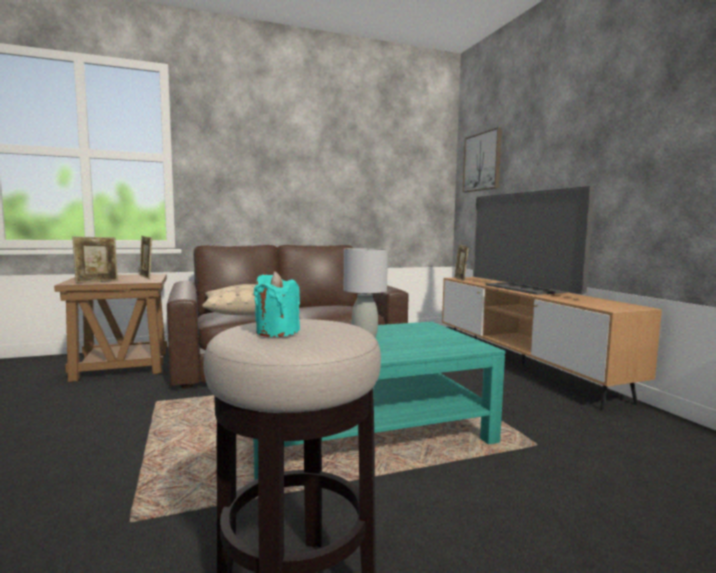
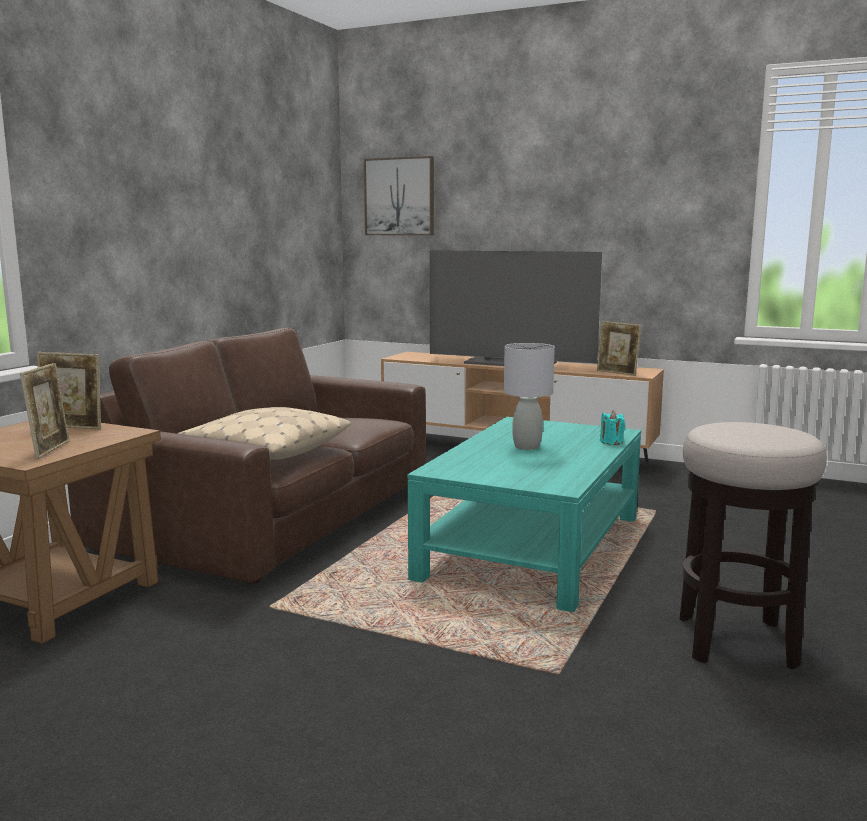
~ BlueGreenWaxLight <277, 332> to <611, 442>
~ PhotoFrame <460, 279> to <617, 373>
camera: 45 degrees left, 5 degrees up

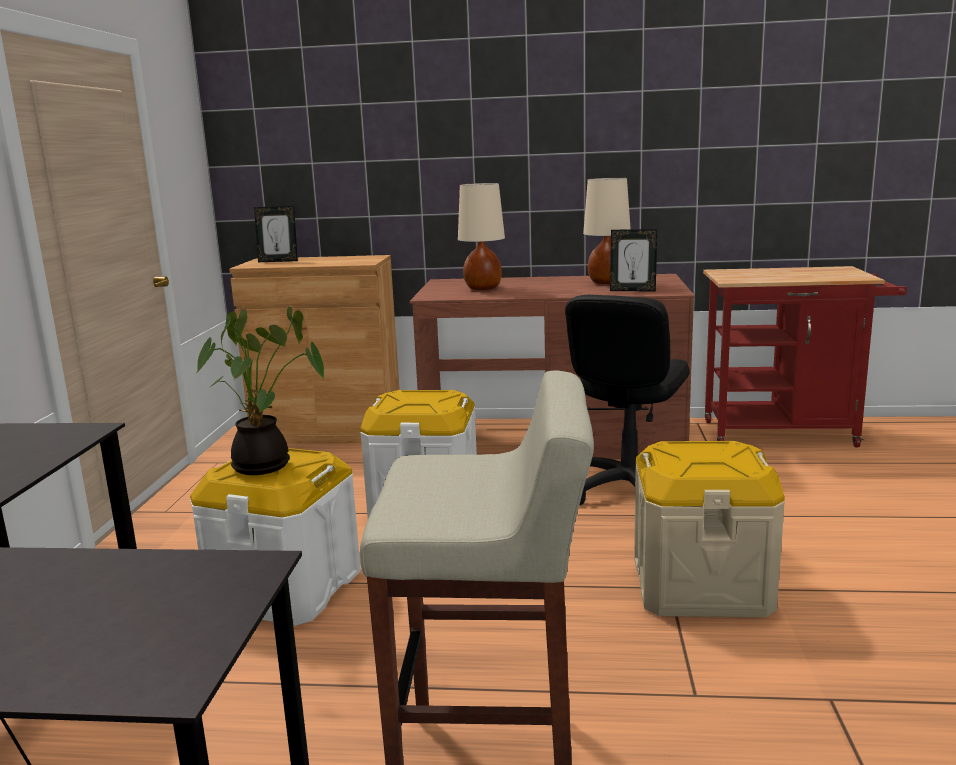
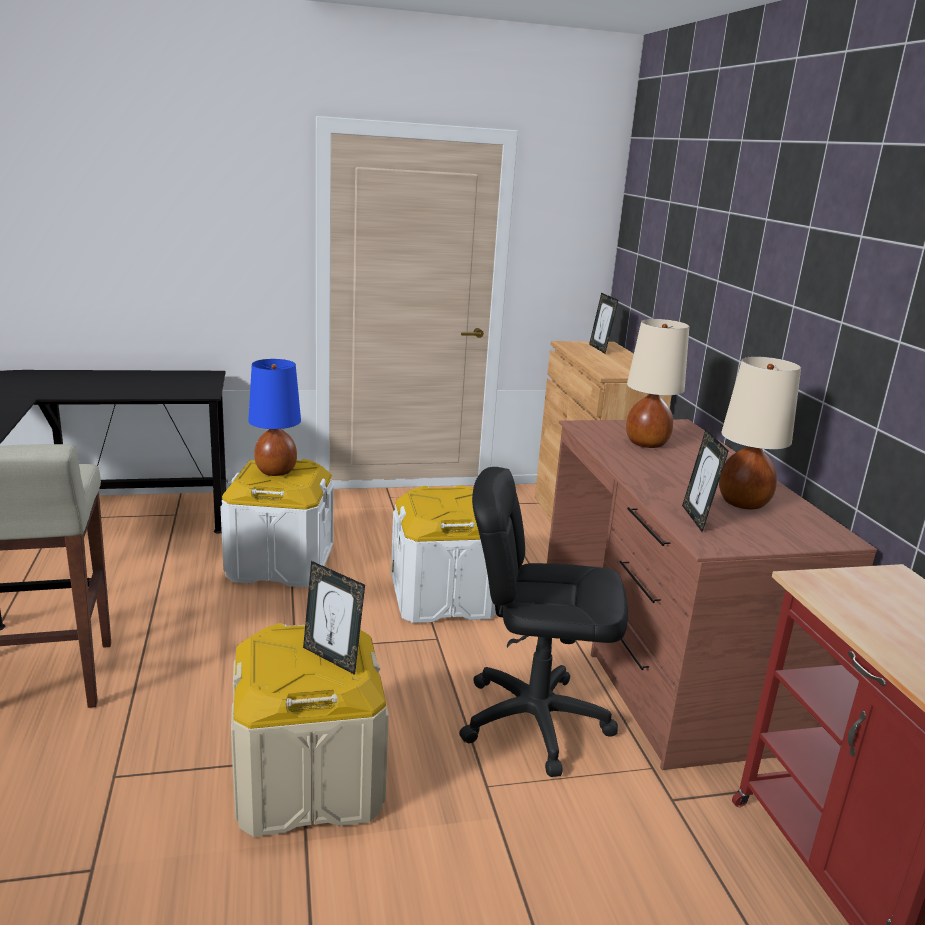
~ PlantInAPot <267, 466> to BluishTabletopLamp <276, 471>
+ PhotoFrame <332, 658>
camera: 70 degrees right, 5 degrees up

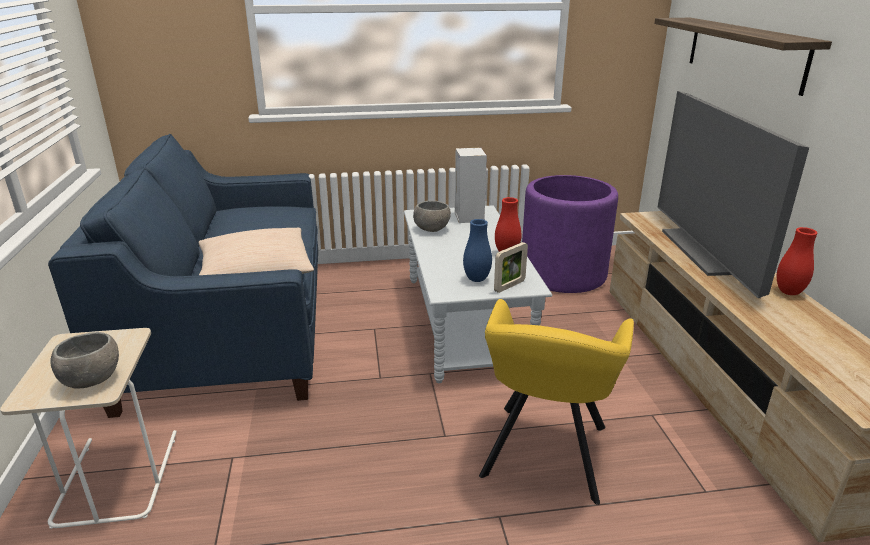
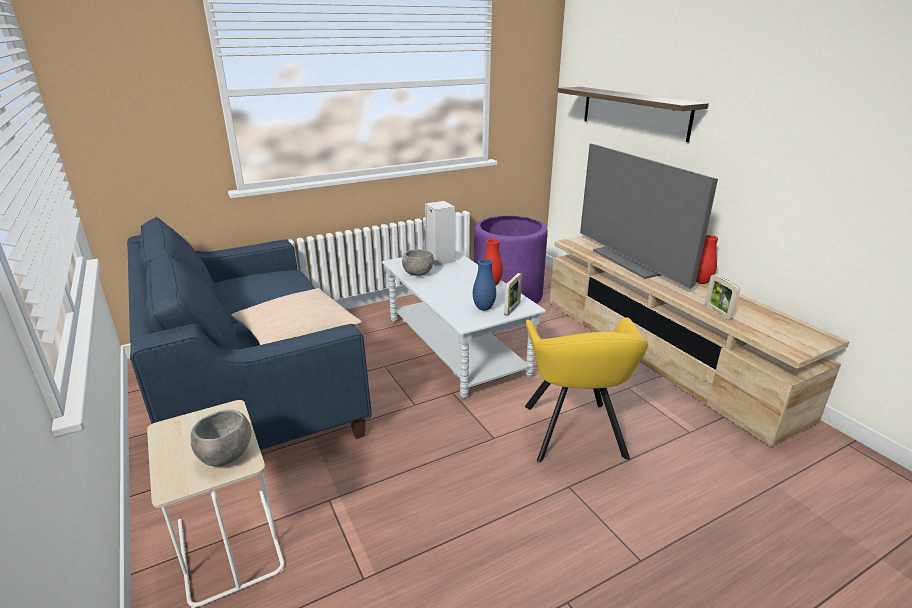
+ PhotoFrame <717, 312>
camera: 20 degrees left, 0 degrees up

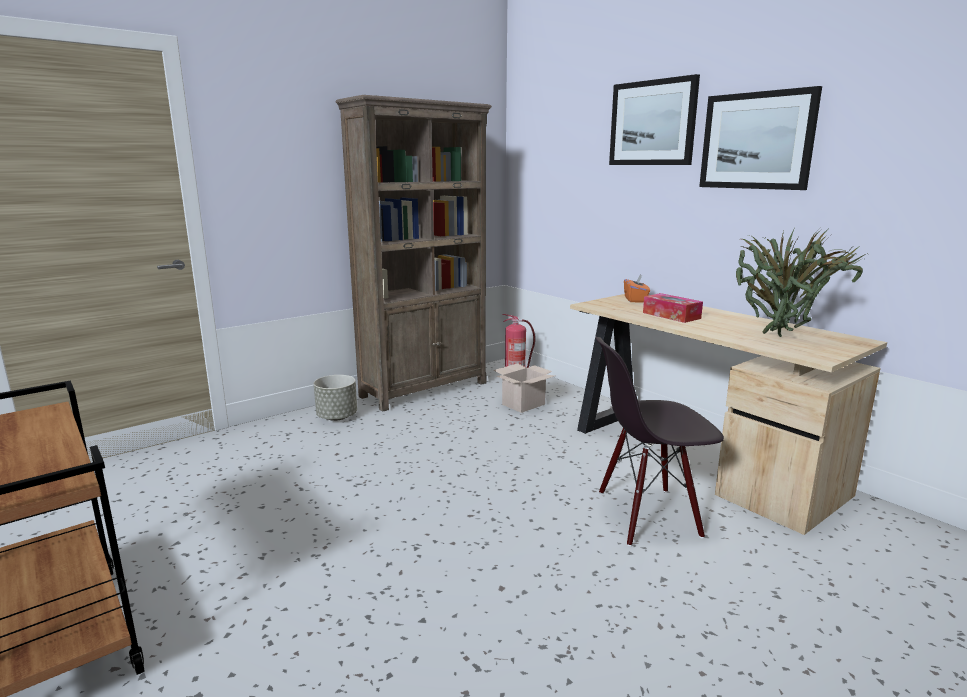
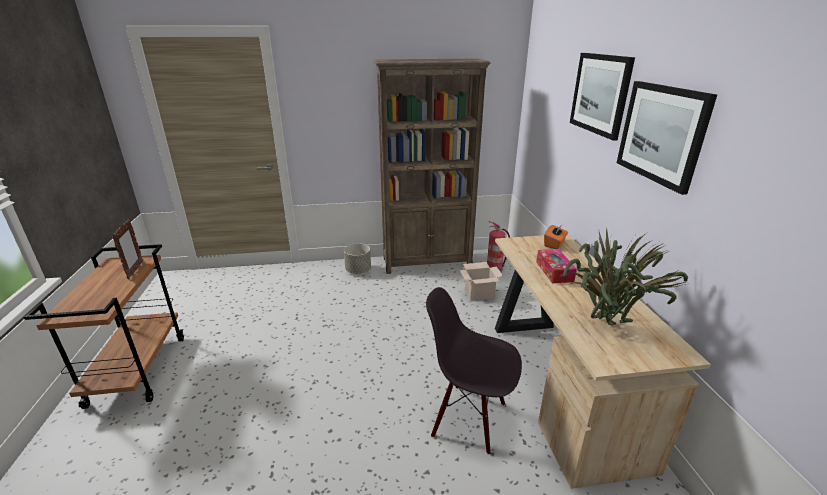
+ PhotoFrame <135, 270>
camera: 30 degrees right, 10 degrees up

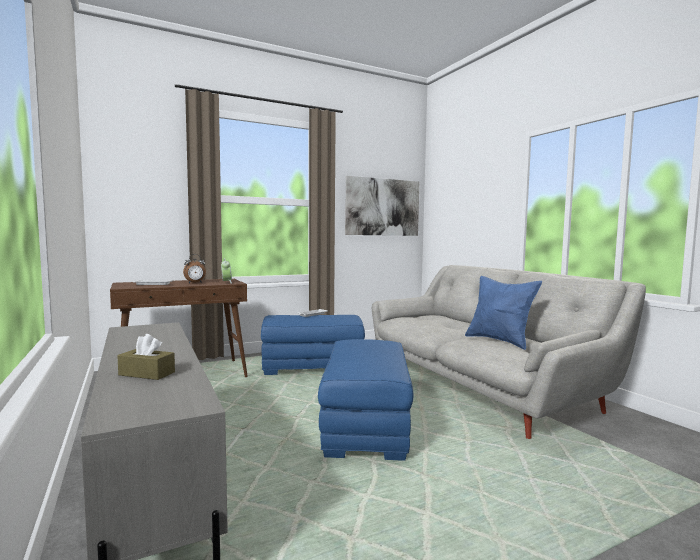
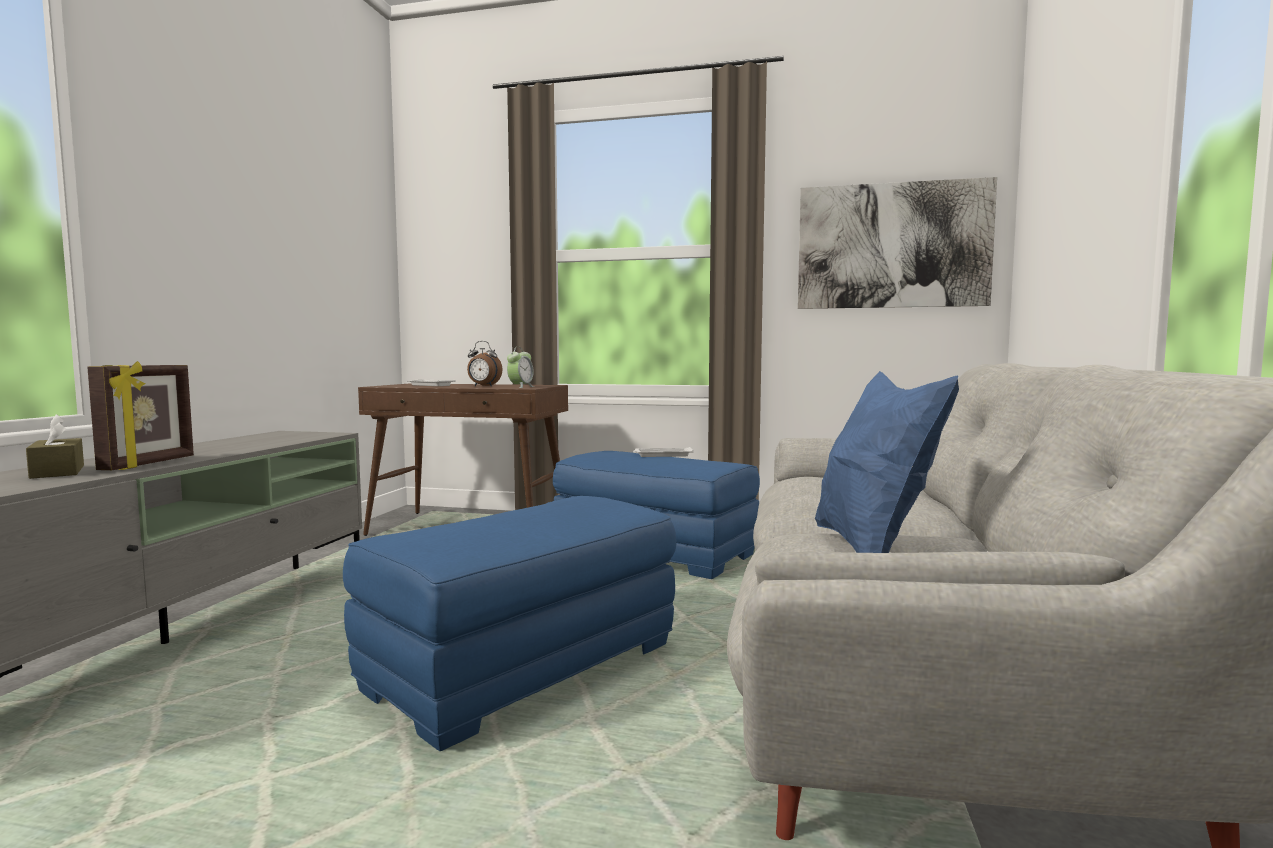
+ PhotoFrame <149, 464>
camera: 40 degrees right, 0 degrees up

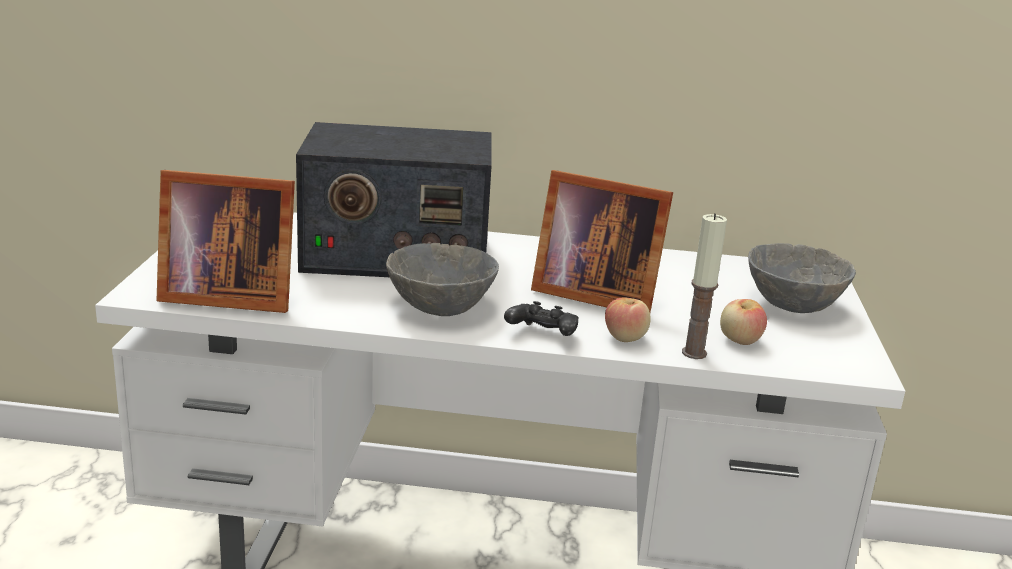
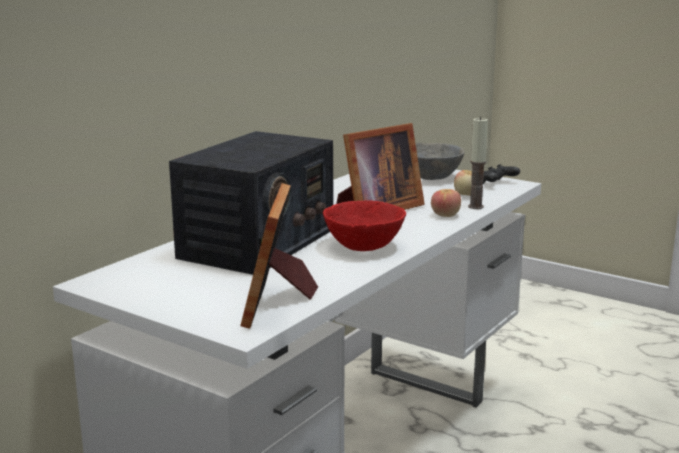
~ PhotoFrame <225, 295> = <278, 303> 150 degrees clockwise
~ GreyishServingBowl <441, 307> to ReddishServingBowl <363, 246>
~ BlackishJoypad <542, 335> to <497, 184>
camera: 60 degrees left, 5 degrees down

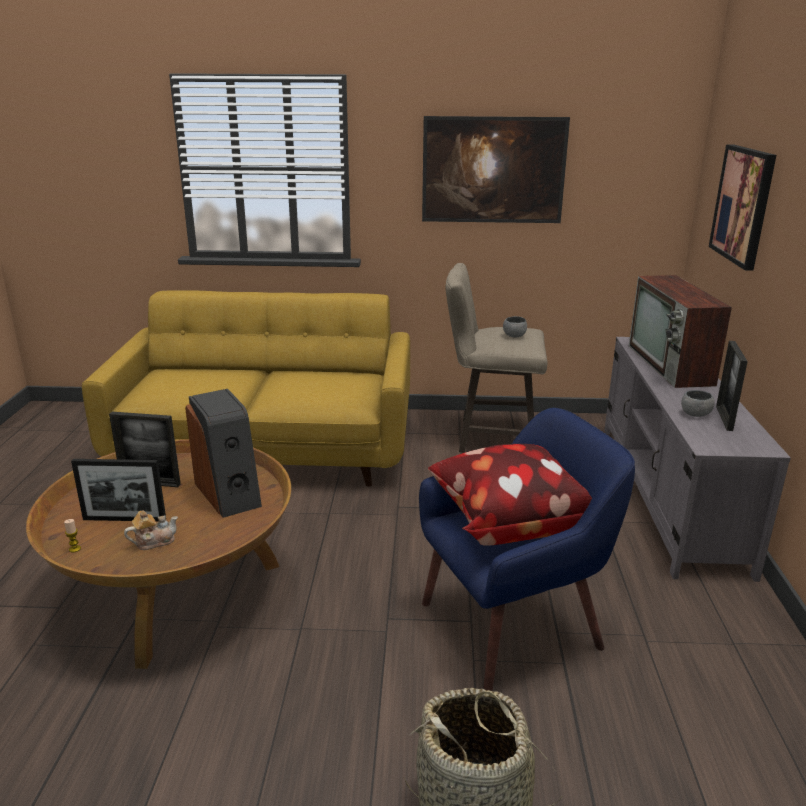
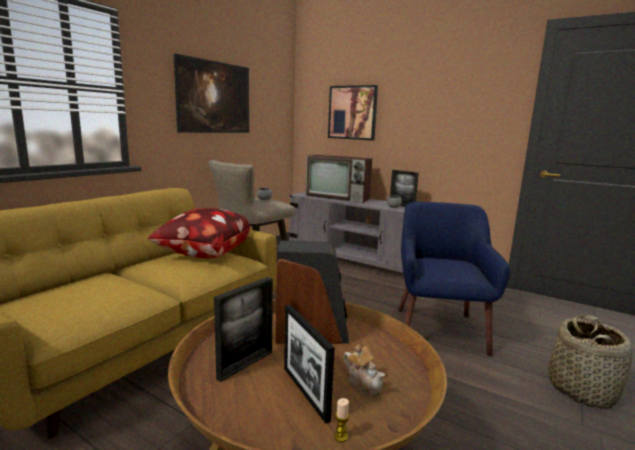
~ PhotoFrame <124, 519> = <305, 392> 120 degrees clockwise
~ TeaPot <154, 541> = <363, 383> 135 degrees clockwise
~ Cushion <507, 523> to <203, 254>
camera: 60 degrees left, 10 degrees down

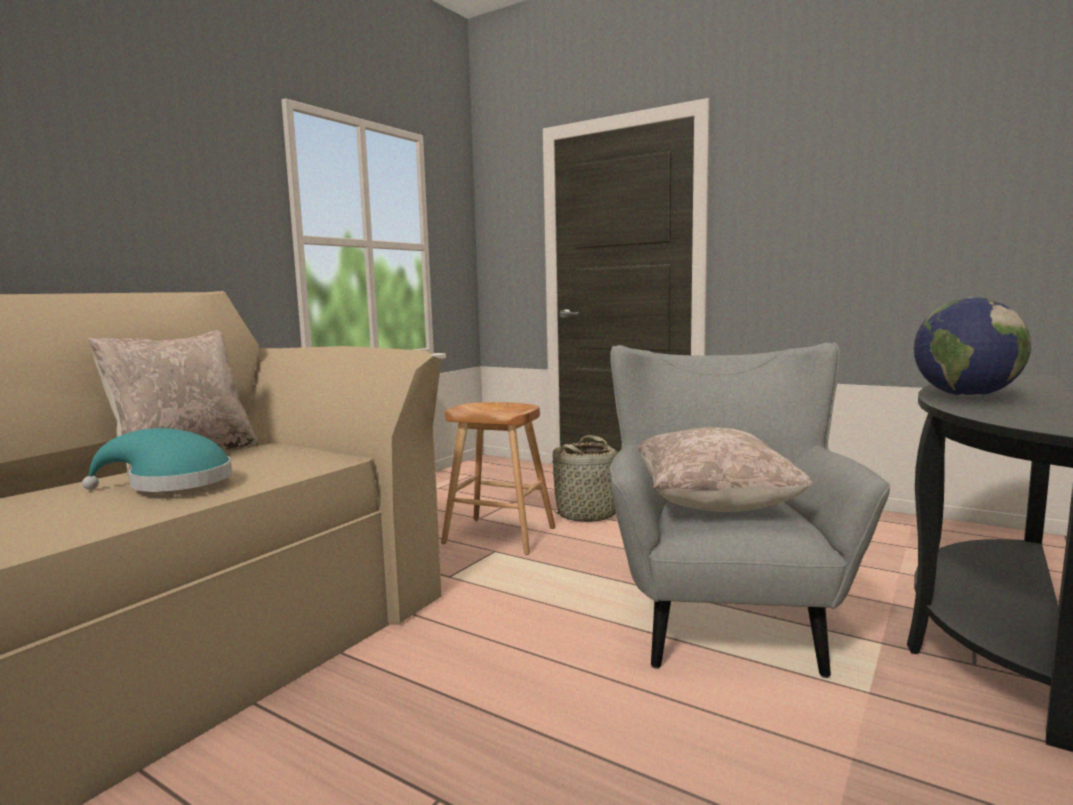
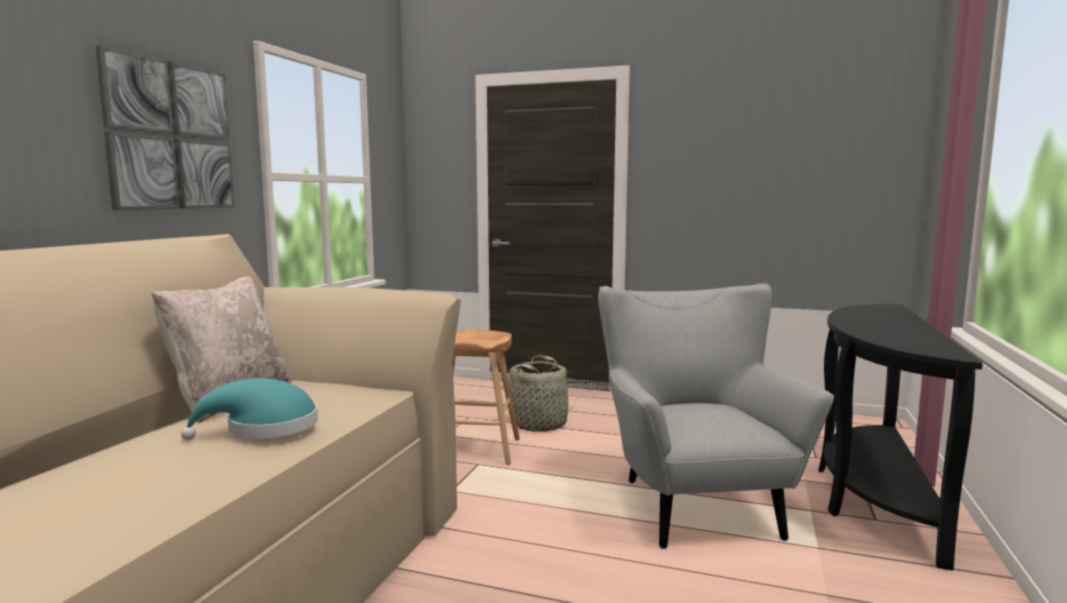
- SandColouredCushion <714, 505>
- WorldGlobe <965, 395>
+ WallPicture <170, 136>
camera: 15 degrees left, 0 degrees up

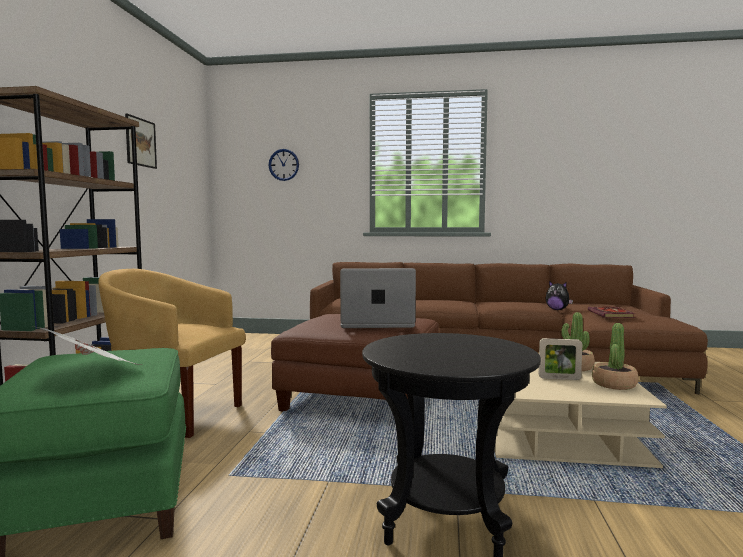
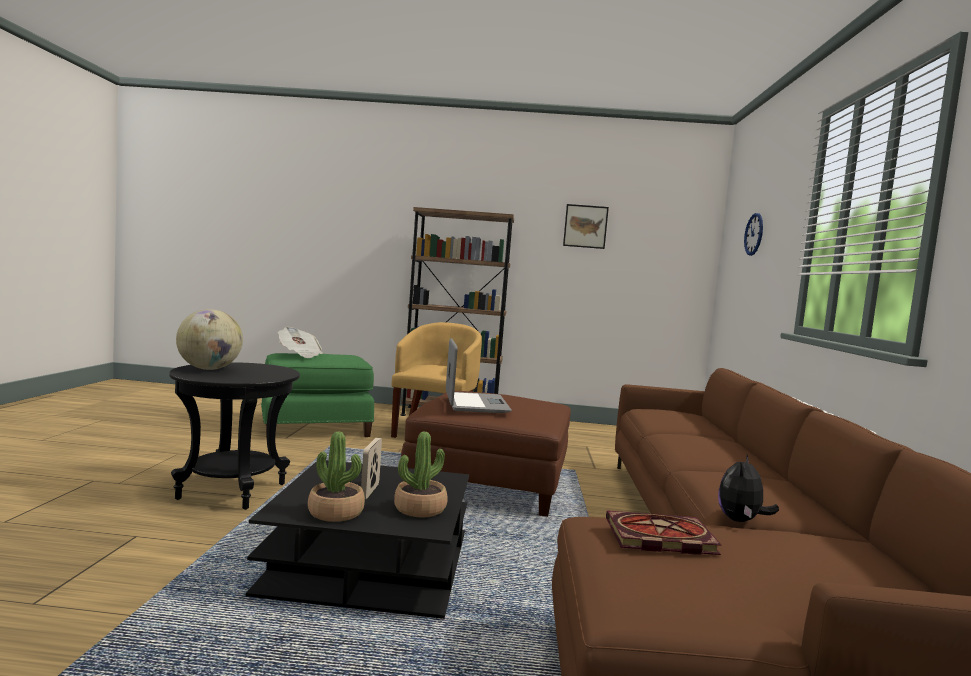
~ SandColouredLoungeTable <559, 433> to BlackishLoungeTable <369, 562>
+ WorldGlobe <209, 369>
camera: 85 degrees right, 0 degrees up

